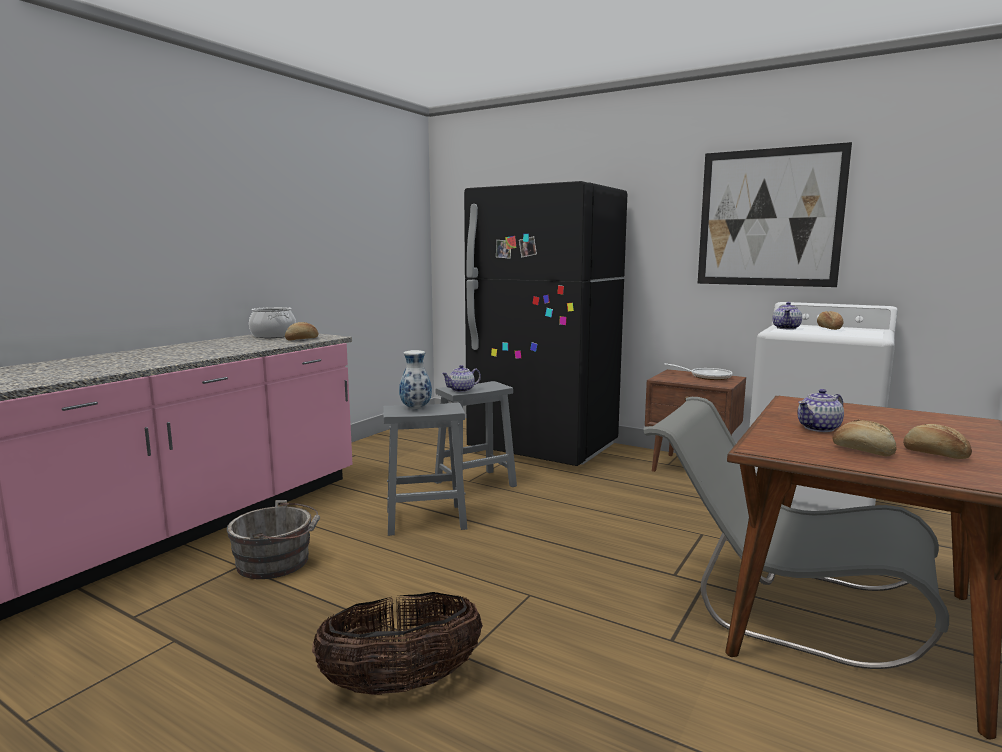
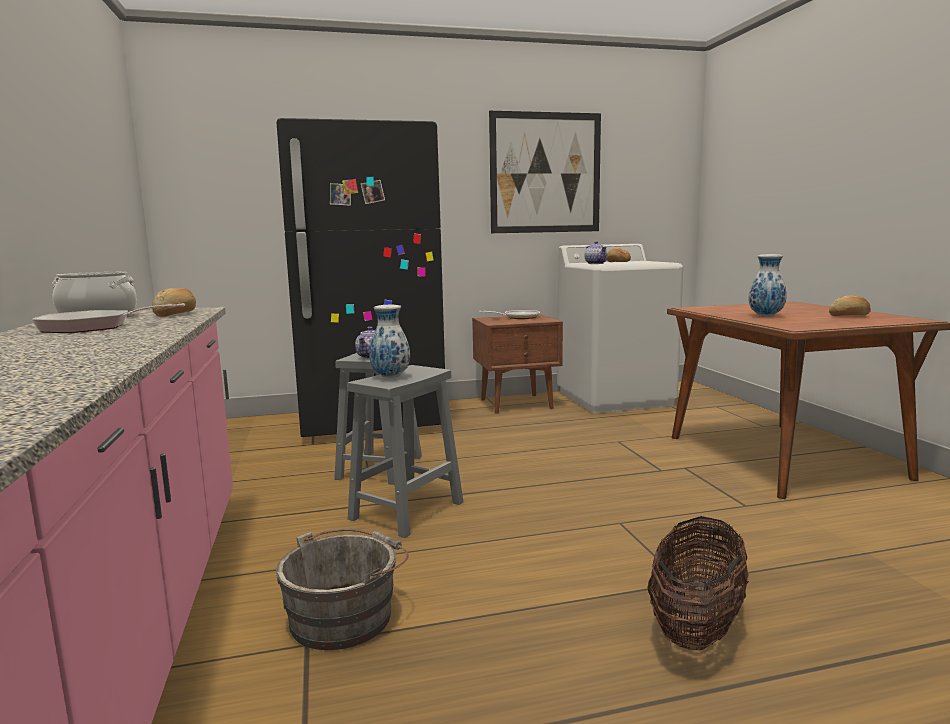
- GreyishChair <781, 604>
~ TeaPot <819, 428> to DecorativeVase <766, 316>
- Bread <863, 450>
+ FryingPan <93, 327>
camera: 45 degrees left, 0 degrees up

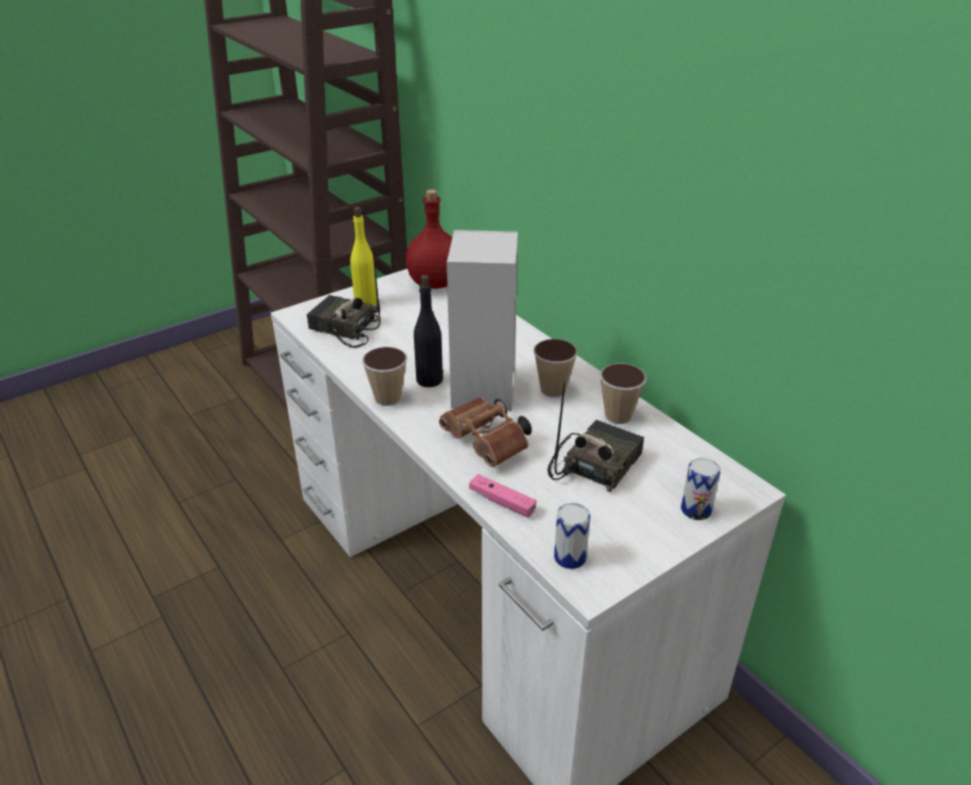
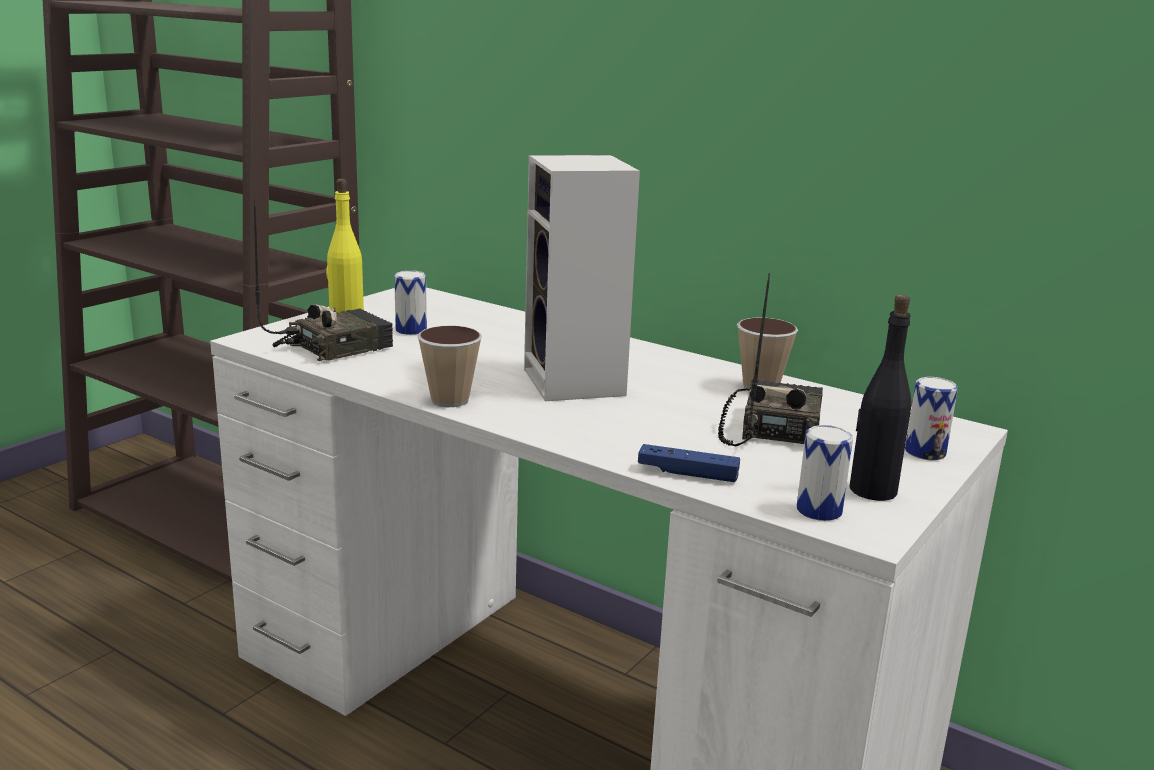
~ RadioReceiver <343, 329> = <333, 346> 135 degrees clockwise
- ReddishBottle <434, 284>
~ BlackishBottle <429, 379> to <872, 490>
- BrownColouredFieldGlasses <488, 444>
~ PinkJoypad <502, 502> to BluishJoypad <687, 473>
- Cup <553, 389>
+ MetalCan <411, 330>
camera: 20 degrees left, 15 degrees down

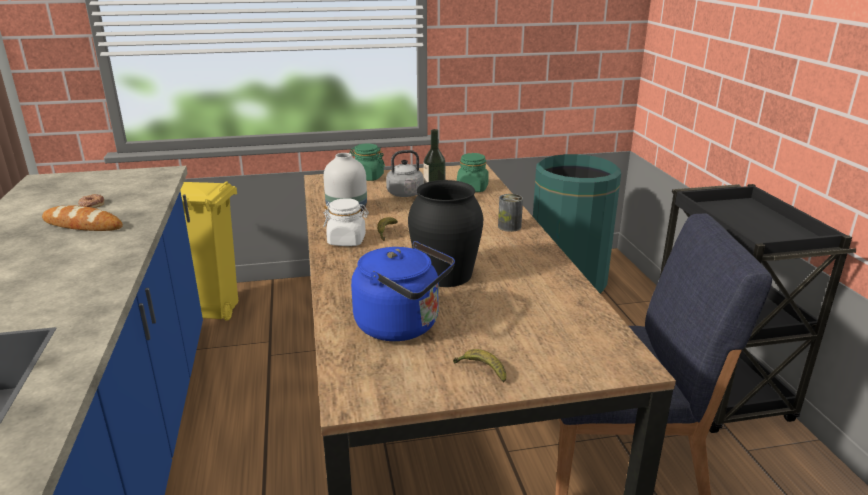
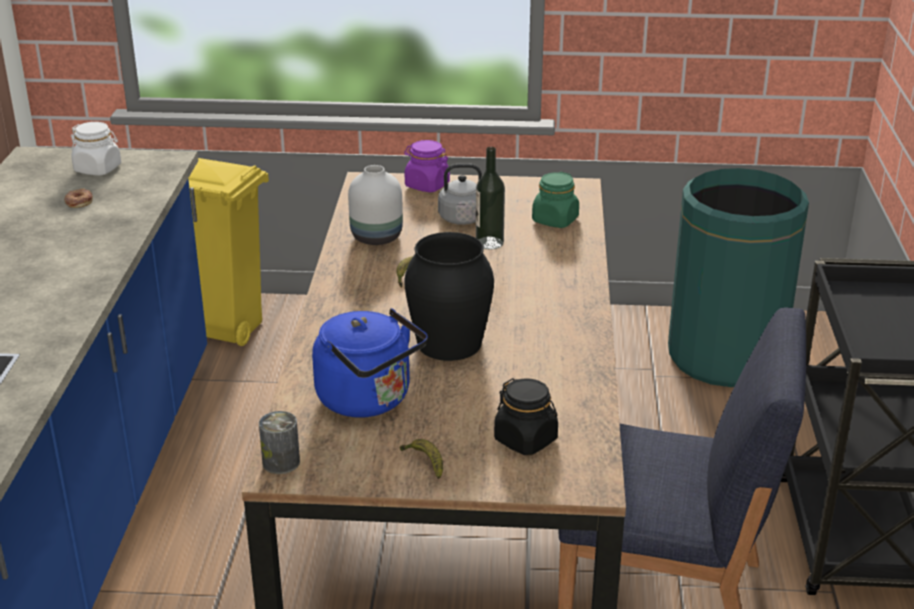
- Bread <82, 225>
~ WhitishJar <347, 241> to <98, 169>
~ GreenishJar <367, 177> to PurplishJar <426, 185>
~ MetalCan <509, 226> to <281, 462>
+ BlackishJar <526, 440>
camera: 15 degrees right, 5 degrees up

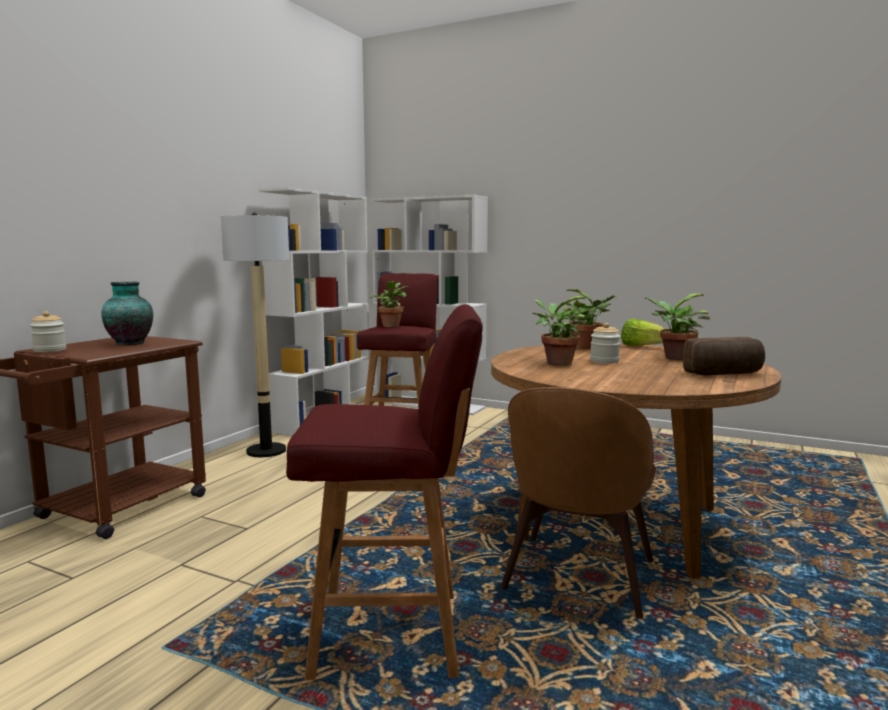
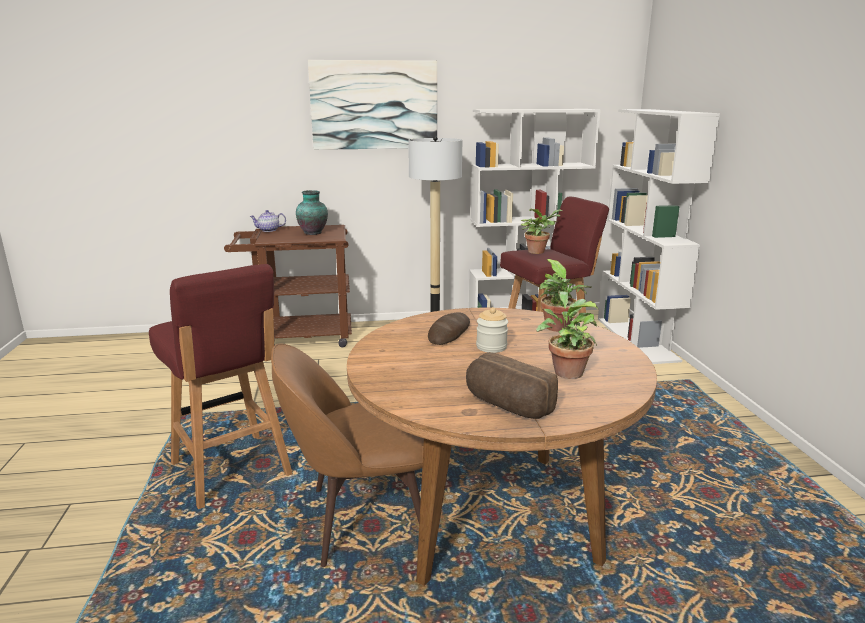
~ Jar <50, 350> to TeaPot <268, 230>
~ PlantInAPot <556, 363> to Bread <449, 333>
- LettuceHead <642, 347>
+ WallPicture <374, 105>
camera: 55 degrees right, 10 degrees up

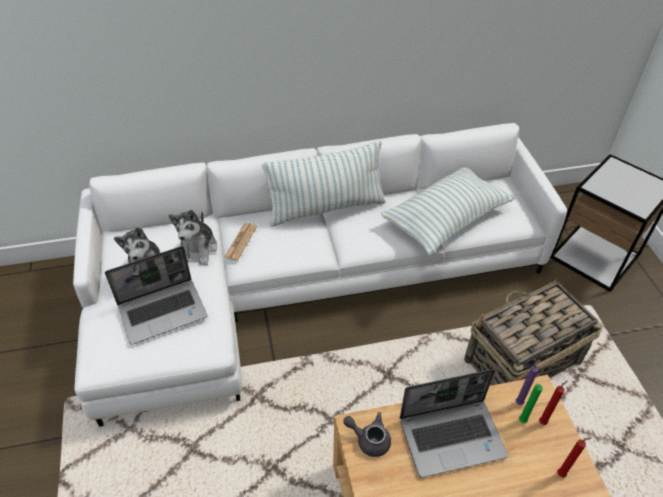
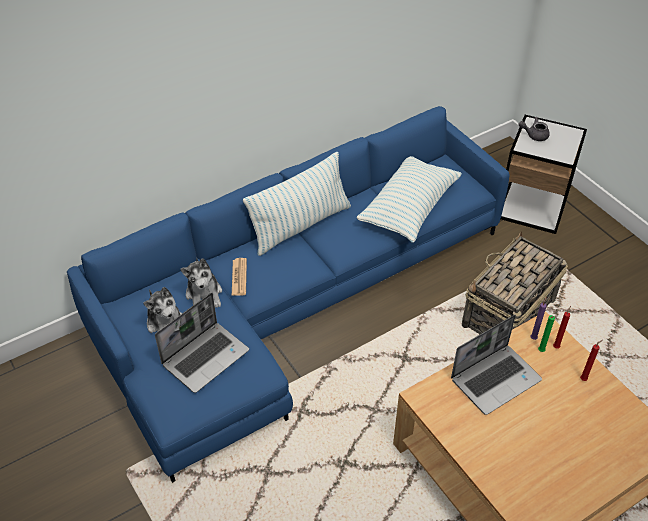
~ WhitishSofa <302, 282> to BluishSofa <291, 301>
~ GreyishTeaPot <369, 439> to <534, 135>
camera: 20 degrees left, 0 degrees up

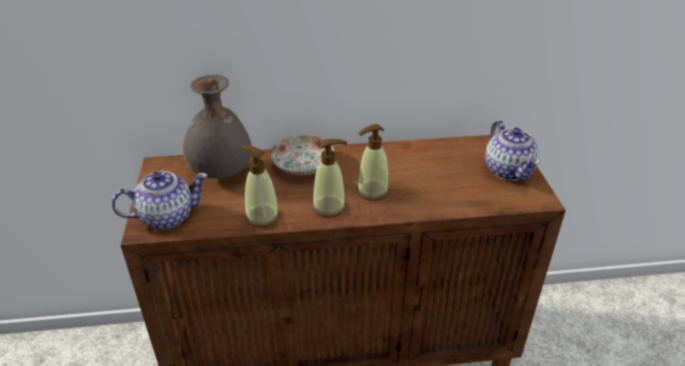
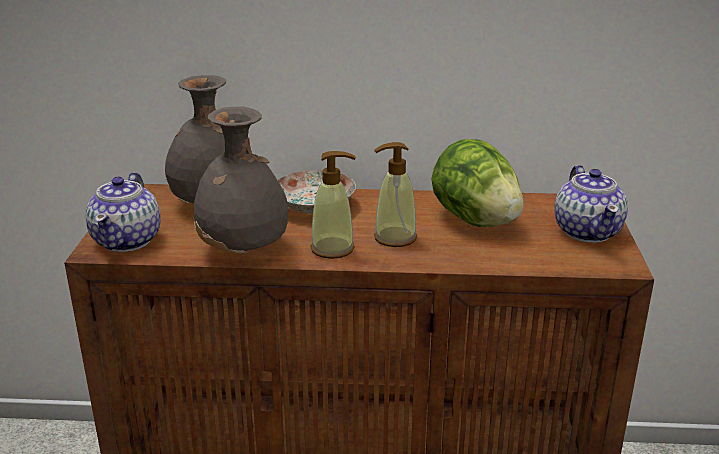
~ TeaPot <166, 216> = <128, 240> 105 degrees clockwise
~ SoapDispenser <262, 216> to GreyishDecorativeVase <244, 250>
+ LettuceHead <475, 220>
camera: 10 degrees right, 10 degrees down

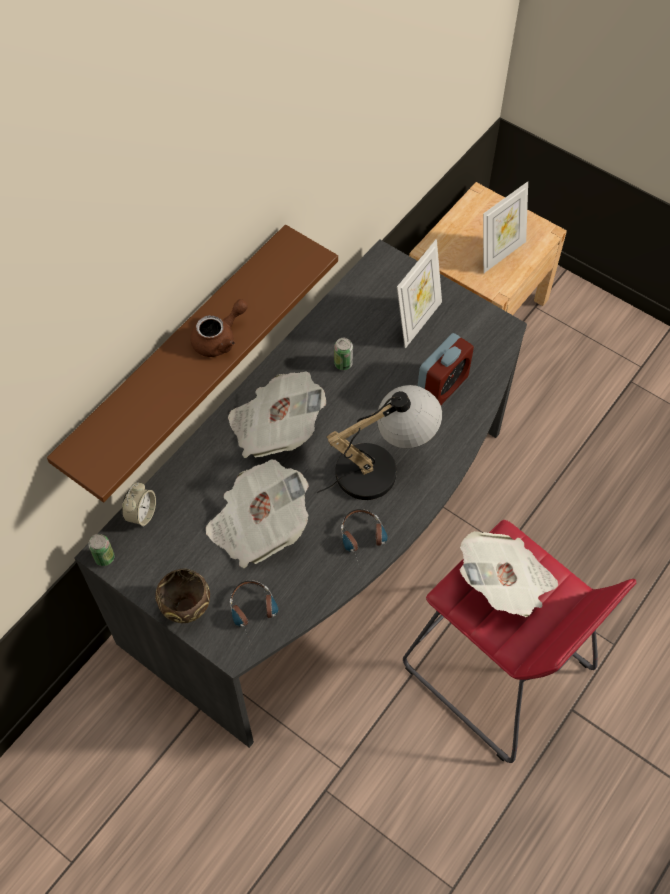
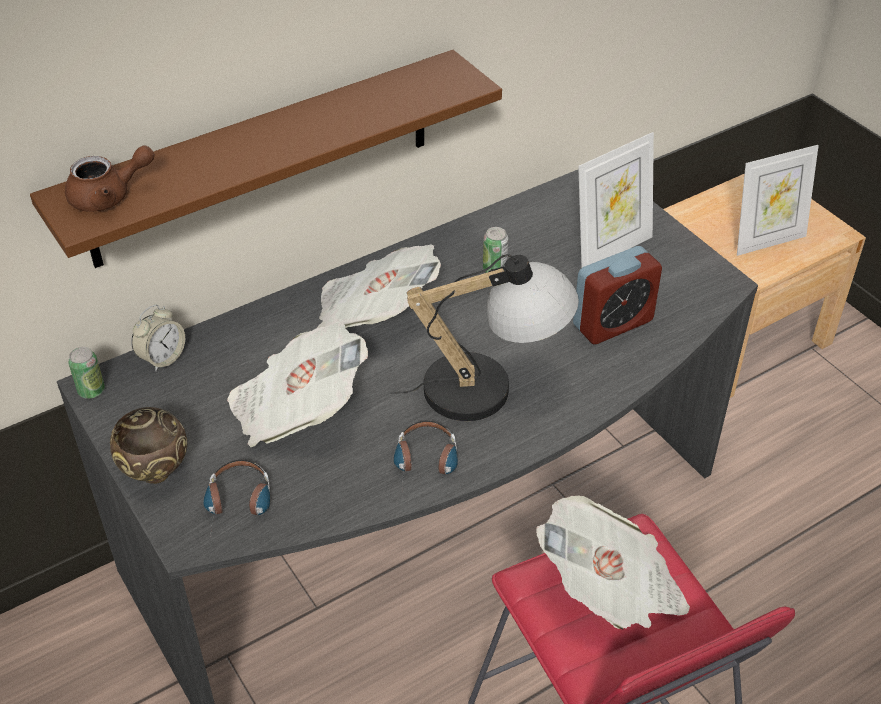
~ BrownColouredTeaPot <219, 339> to <109, 196>
camera: 20 degrees right, 15 degrees down

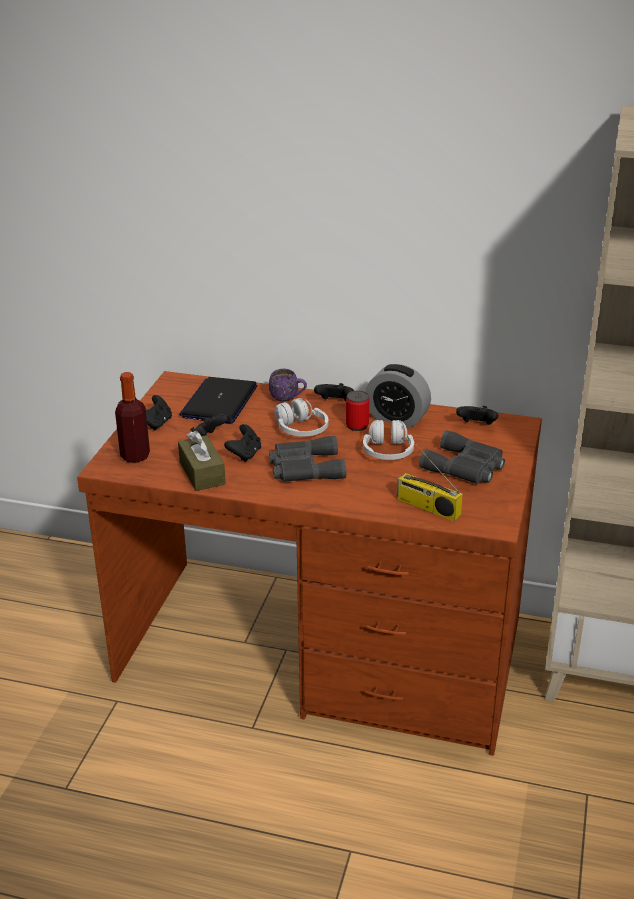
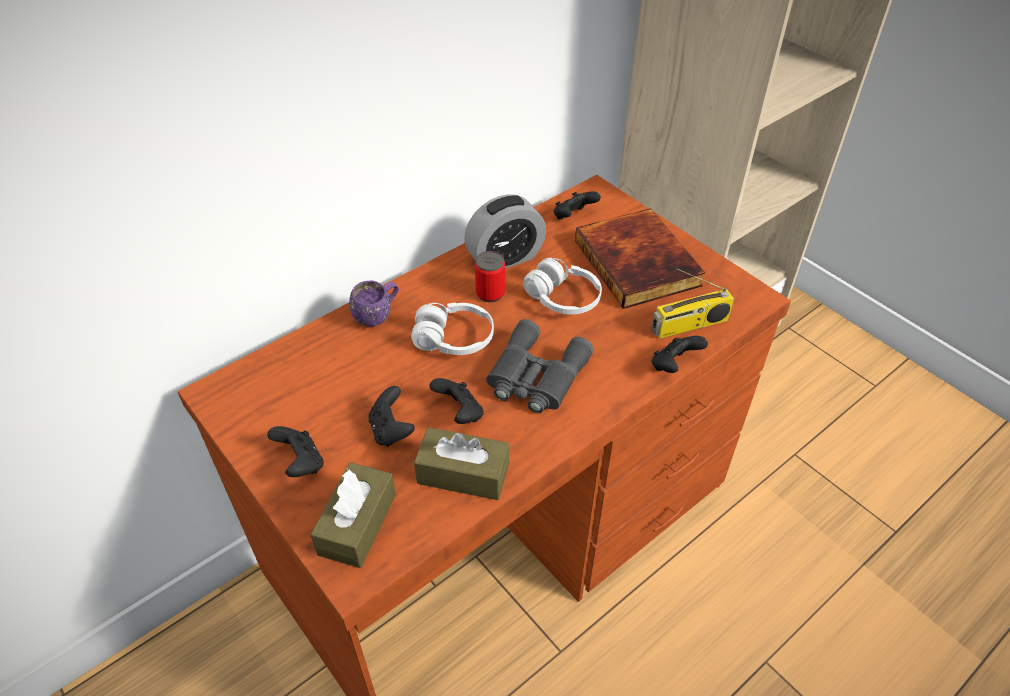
~ Bottle <135, 456> to BrownColouredBoxOfTissues <357, 524>
- NotebookComputer <219, 402>
~ BlackishJoypad <335, 403> to <673, 366>
~ GreyishFieldGlasses <465, 467> to Volume <639, 263>
camera: 55 degrees left, 15 degrees up

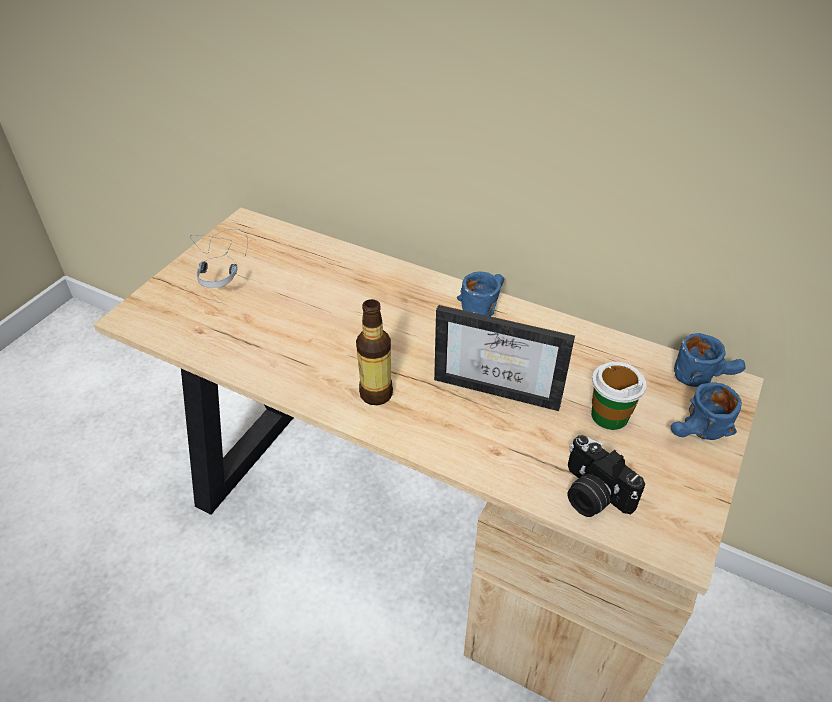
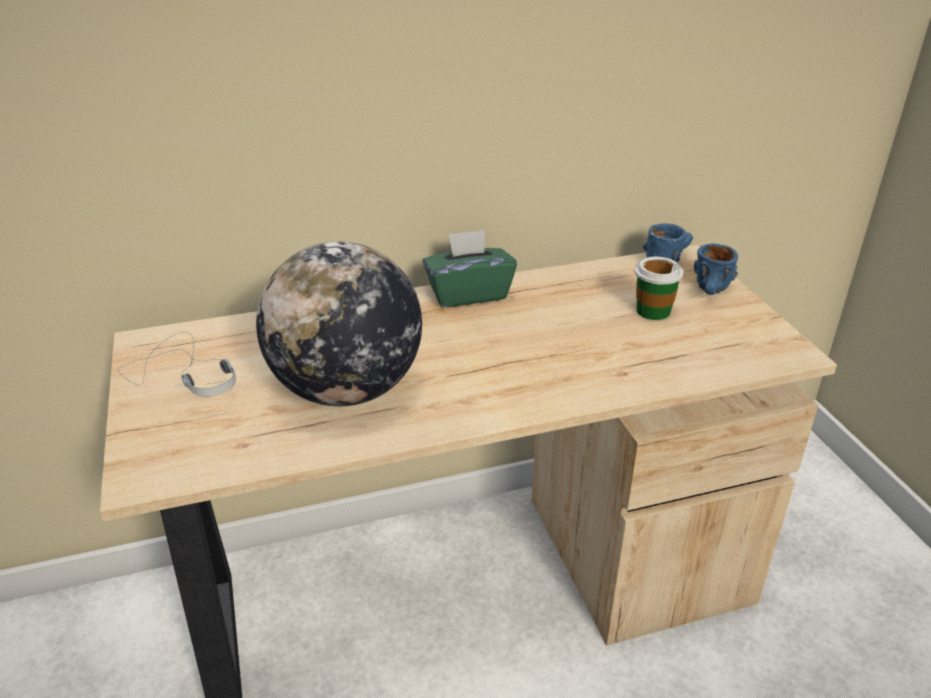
- Bottle <376, 394>
- PhotoFrame <502, 384>
~ BluishMug <482, 306> to GreenishBoxOfTissues <468, 294>
- StillCamera <591, 495>
+ WorldGlobe <347, 390>
camera: 45 degrees left, 10 degrees down

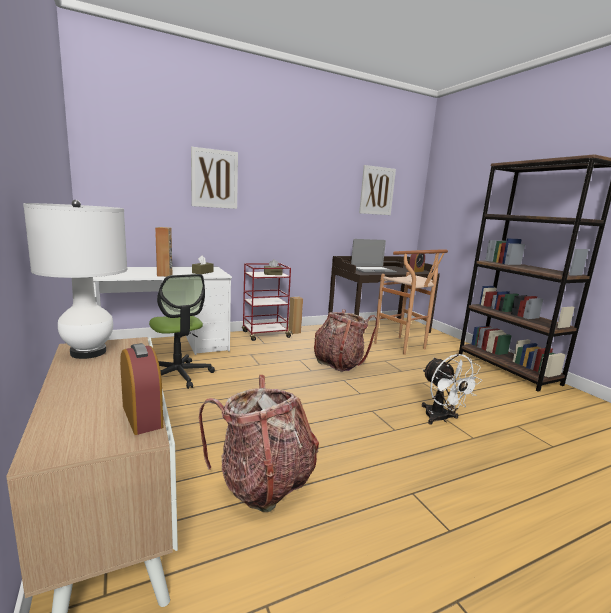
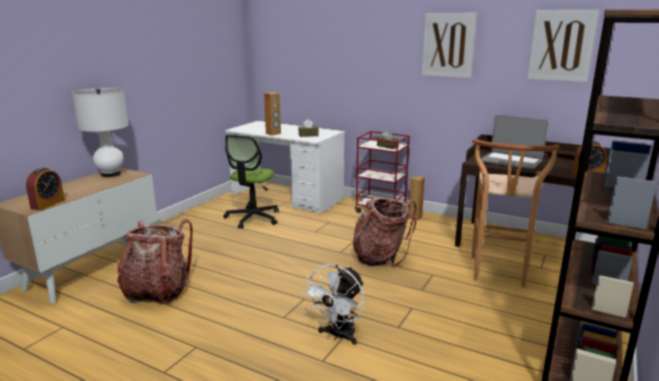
~ WallPicture <214, 179> to <448, 45>
camera: 55 degrees right, 5 degrees up

